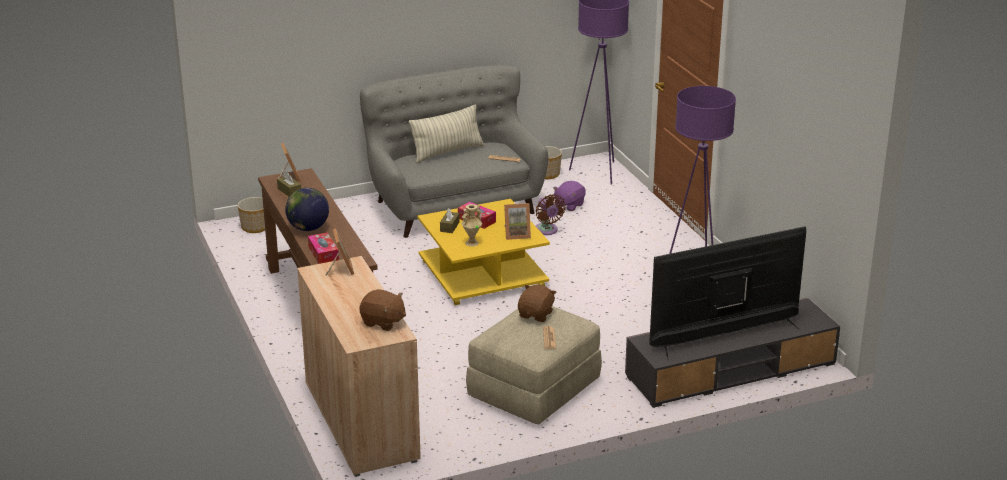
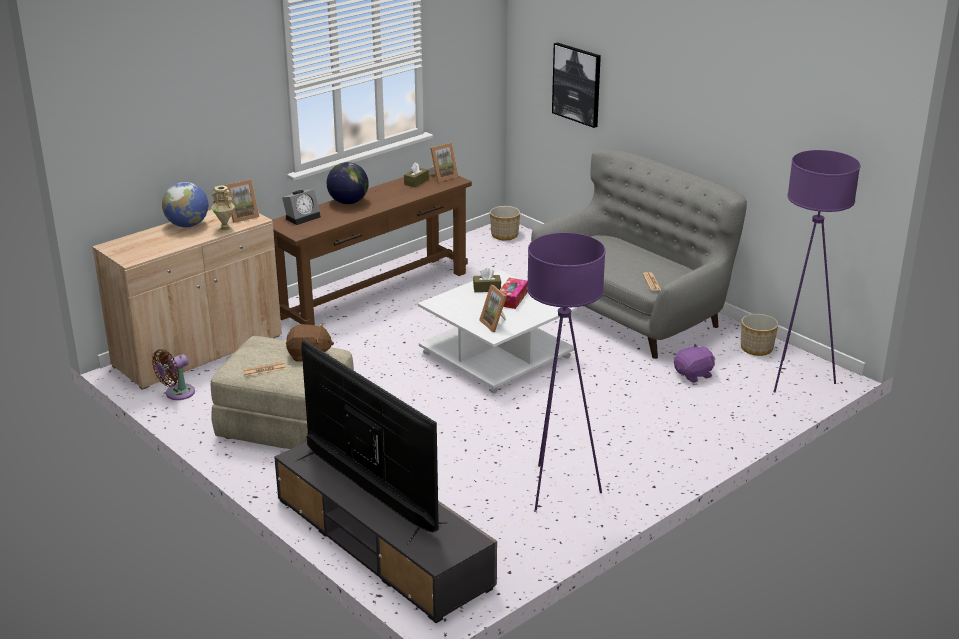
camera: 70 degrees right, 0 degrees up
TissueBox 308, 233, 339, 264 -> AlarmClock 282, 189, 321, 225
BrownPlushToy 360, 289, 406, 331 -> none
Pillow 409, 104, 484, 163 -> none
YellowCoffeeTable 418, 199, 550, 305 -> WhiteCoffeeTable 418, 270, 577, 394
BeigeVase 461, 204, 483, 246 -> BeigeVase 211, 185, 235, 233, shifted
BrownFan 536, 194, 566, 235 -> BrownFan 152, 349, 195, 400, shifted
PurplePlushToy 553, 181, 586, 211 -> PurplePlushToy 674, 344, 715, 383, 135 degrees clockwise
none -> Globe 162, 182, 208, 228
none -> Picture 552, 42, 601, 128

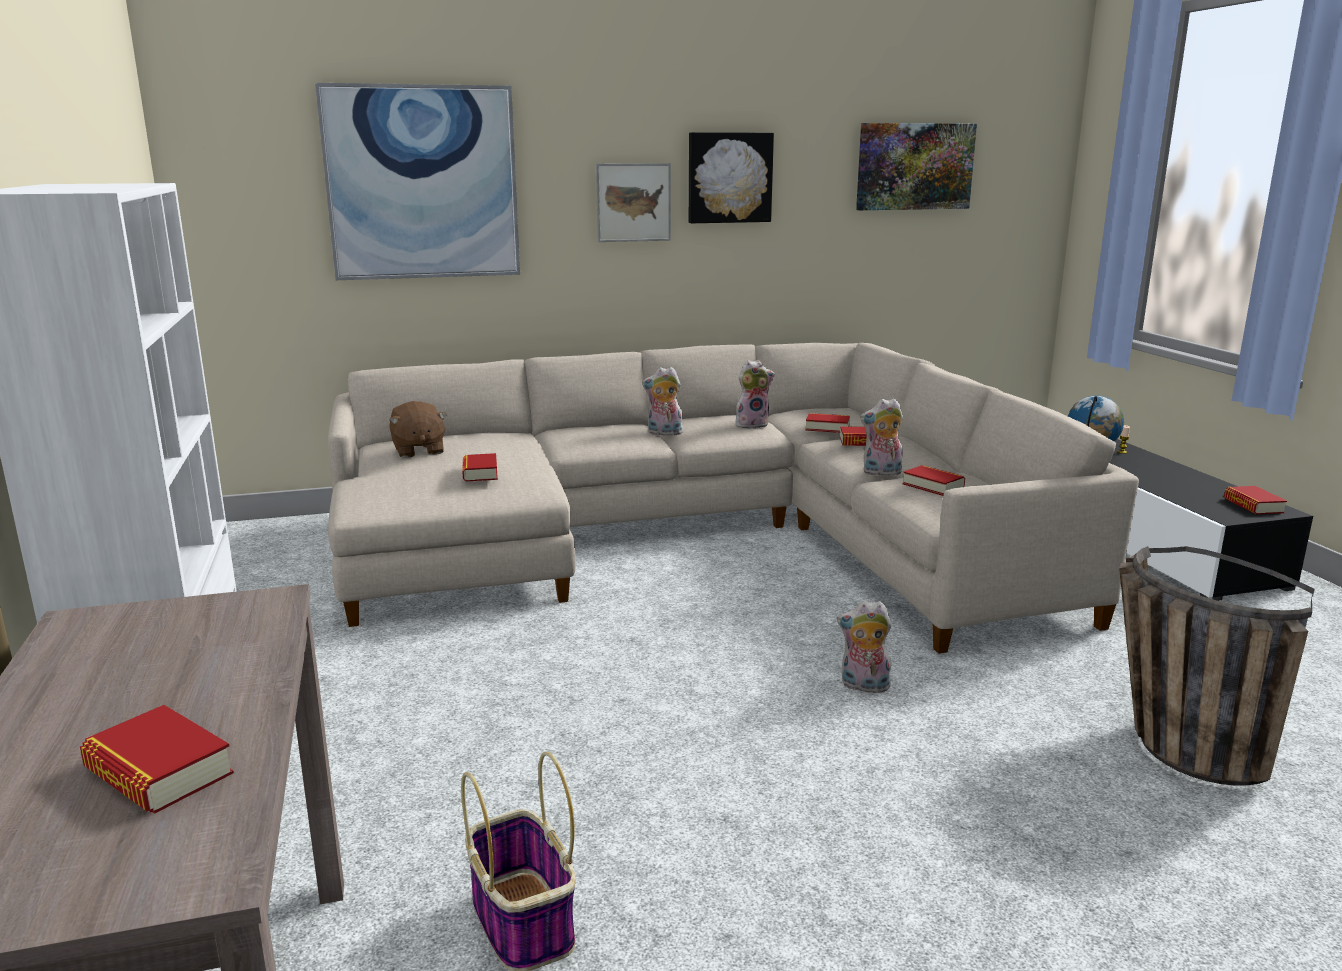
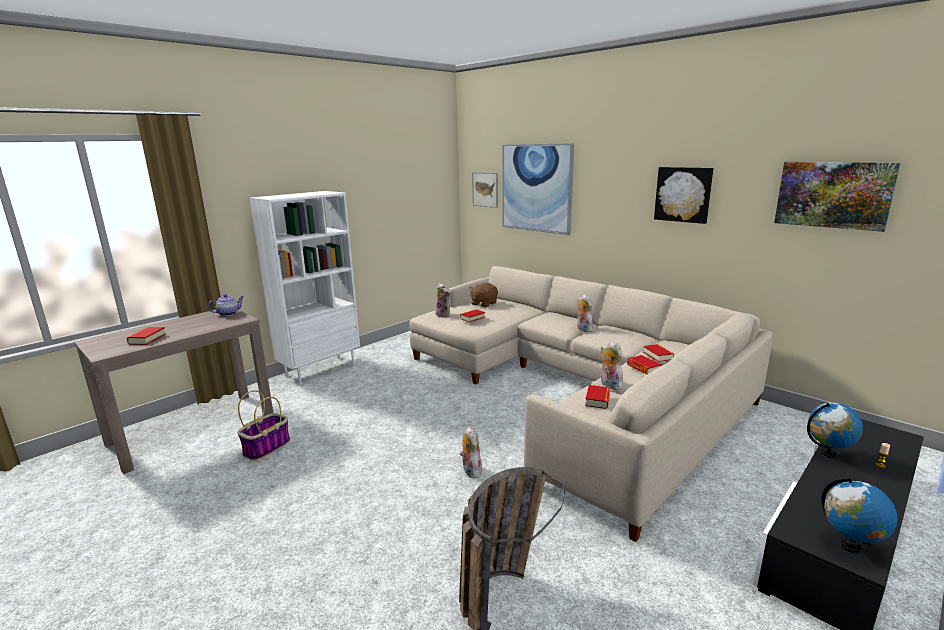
camera: 60 degrees right, 0 degrees up
Picture 596, 163, 671, 242 -> Picture 472, 172, 498, 208, shifted
PlushToy 736, 360, 775, 429 -> PlushToy 435, 283, 450, 318, shifted
Book 1224, 486, 1287, 514 -> Globe 821, 478, 897, 553
none -> Teapot 208, 294, 244, 316

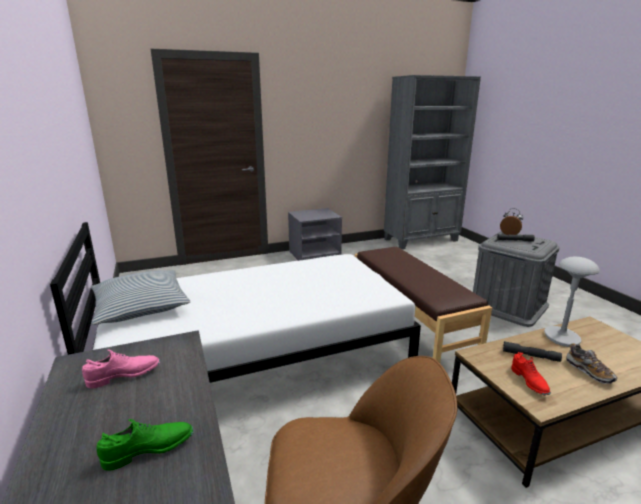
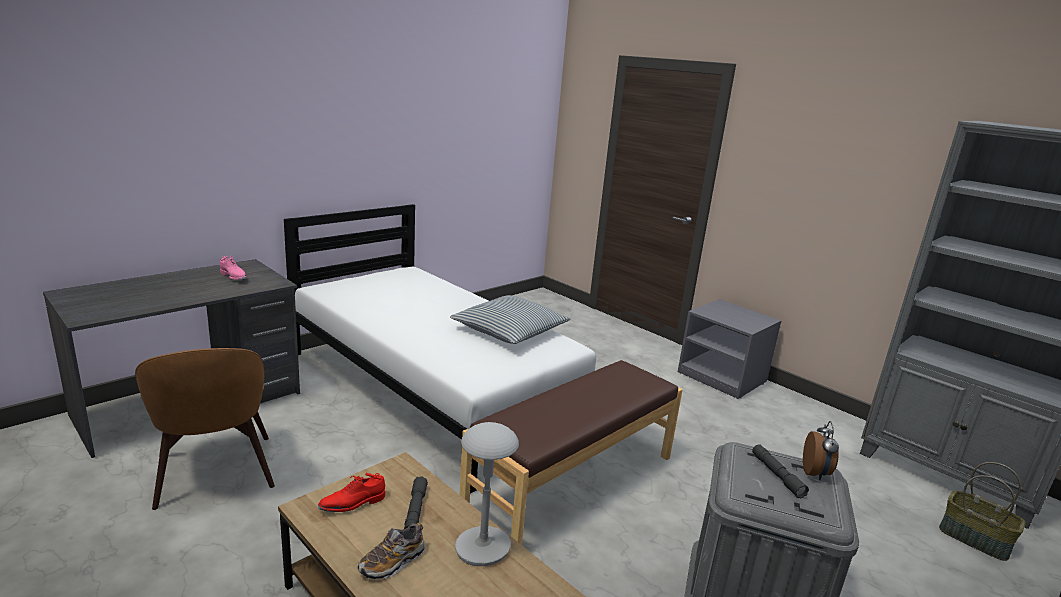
camera: 65 degrees right, 0 degrees up
Pillow 91, 270, 190, 325 -> Pillow 450, 295, 570, 344, shifted
GreenShoe 96, 419, 193, 471 -> none
none -> Basket 939, 462, 1026, 561

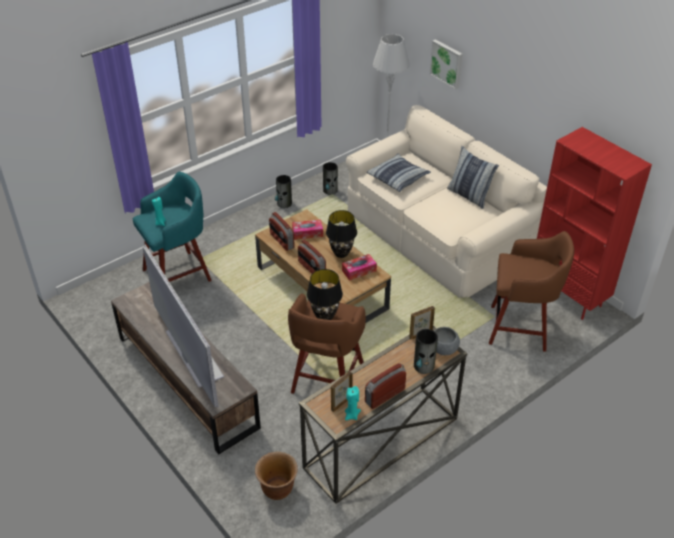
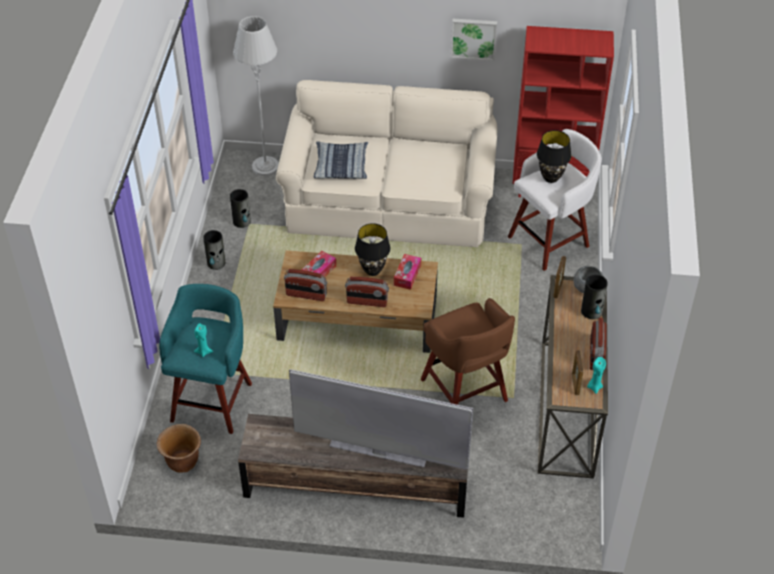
camera: 45 degrees left, 5 degrees up
BrownPlanter 255, 452, 298, 500 -> BrownPlanter 157, 424, 201, 473, shifted
BlackTableLamp 307, 269, 343, 320 -> BlackTableLamp 537, 130, 571, 183, shifted
Picture 429, 39, 462, 90 -> Picture 451, 19, 497, 61, shifted
Pillow 447, 146, 499, 209 -> none
BrownStool 489, 231, 574, 352 -> WhiteStool 508, 129, 602, 271

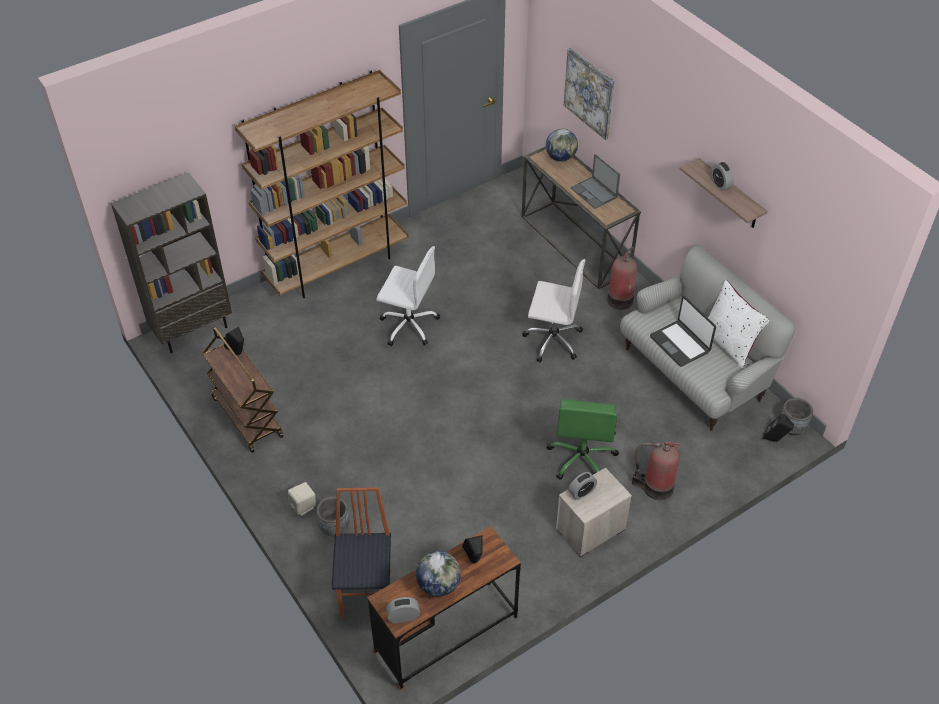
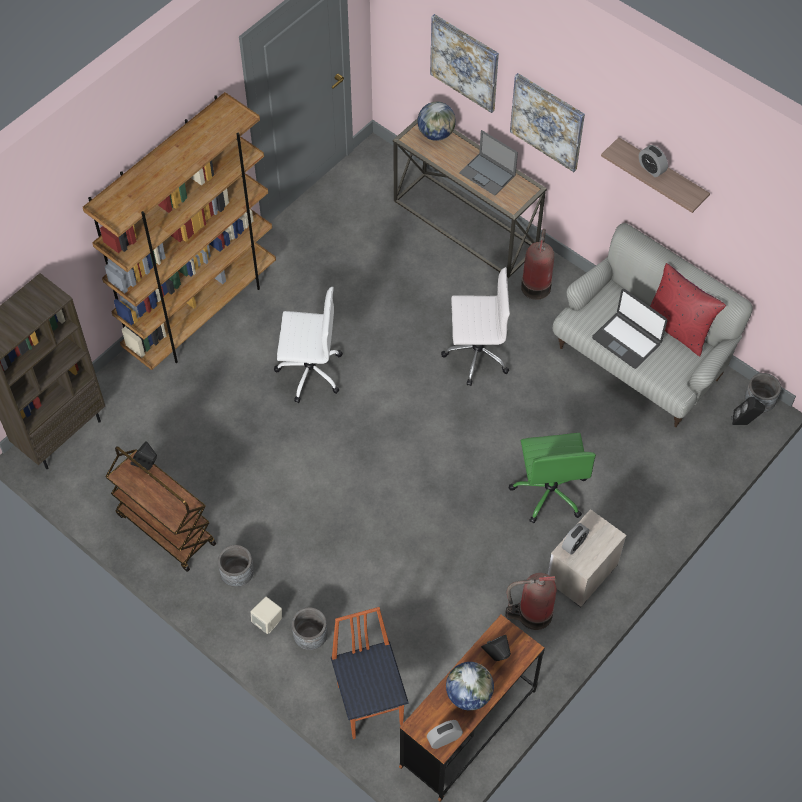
camera: 15 degrees left, 10 degrees up
FireExtinguisher 632, 442, 680, 500 -> FireExtinguisher 505, 573, 556, 630, shifted
WhitePillow 708, 280, 770, 369 -> RedPillow 650, 263, 726, 356
none -> GreyPlanter 218, 545, 254, 587
none -> Picture 510, 73, 585, 172

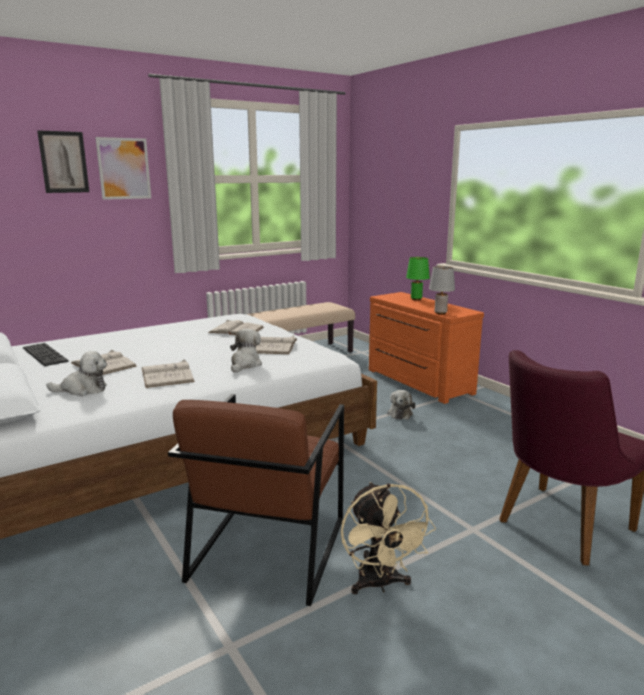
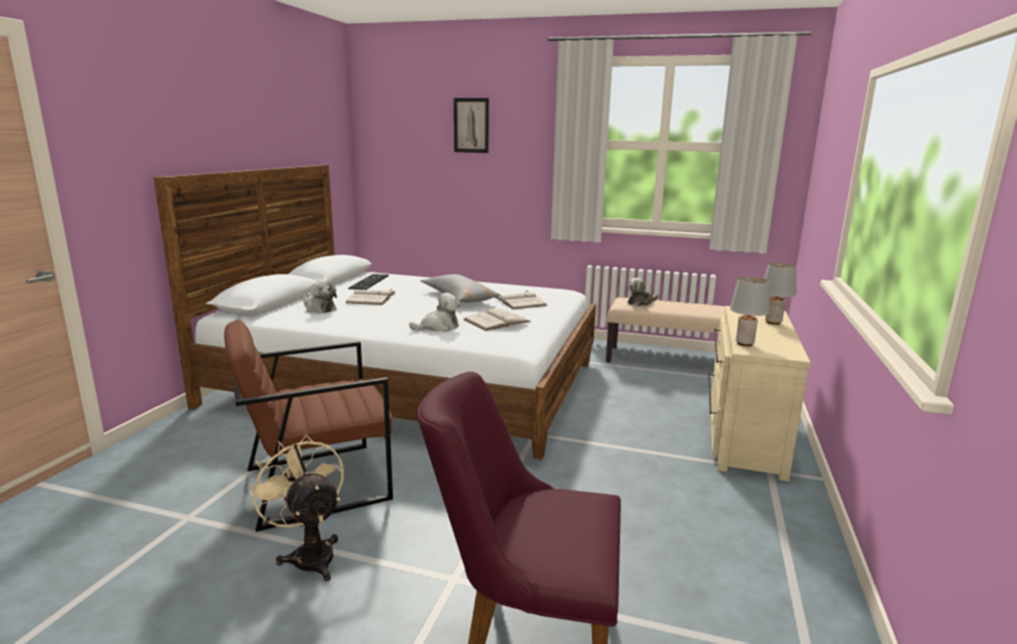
camera: 50 degrees right, 0 degrees up
Picture 95, 137, 151, 200 -> none
WhiteBook 142, 360, 195, 388 -> none
BeigeFan 341, 482, 436, 594 -> BeigeFan 248, 435, 344, 581, 105 degrees clockwise
OrangeDresser 369, 292, 484, 404 -> BeigeDresser 708, 306, 811, 481
PlushToy 387, 390, 415, 419 -> PlushToy 628, 278, 658, 306, shifted
GreenTableLamp 406, 257, 430, 300 -> GreyTableLamp 764, 263, 797, 325
none -> GreyPillow 420, 274, 500, 302

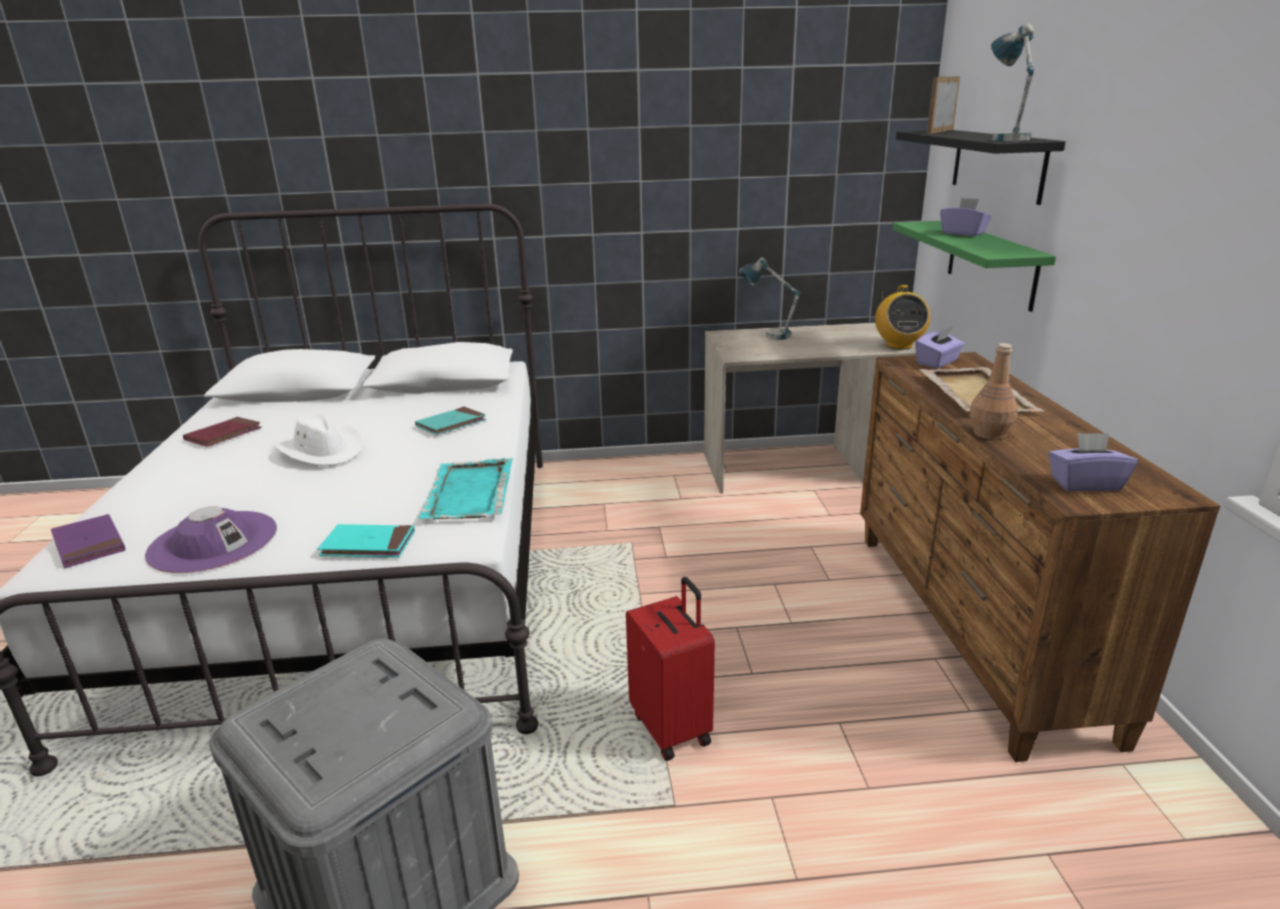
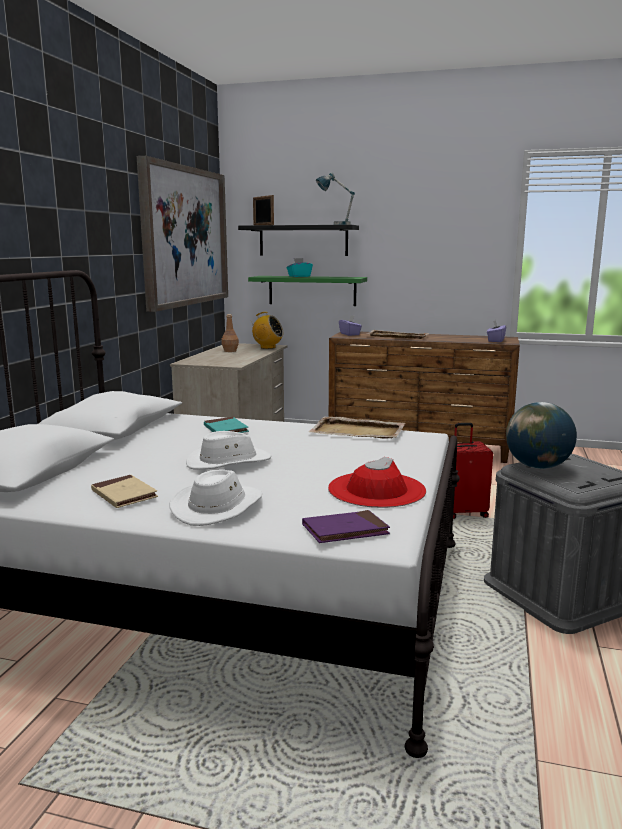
camera: 70 degrees left, 10 degrees down
PurpleHat 145, 506, 277, 573 -> RedHat 328, 457, 426, 508
RedBook 183, 417, 262, 447 -> BeigeBook 91, 475, 158, 508
TurquoiseBook 318, 524, 415, 558 -> none
TurquoiseTray 418, 458, 513, 519 -> BeigeTray 309, 417, 406, 438
TableLamp 739, 257, 800, 340 -> none
PurpleTissueBox 940, 198, 992, 236 -> TurquoiseTissueBox 287, 258, 313, 277
BrownBottle 970, 343, 1018, 440 -> BrownBottle 221, 314, 239, 352, shifted
none -> Picture 137, 156, 228, 312
none -> WhiteHat 169, 469, 262, 526
none -> Globe 506, 402, 577, 469

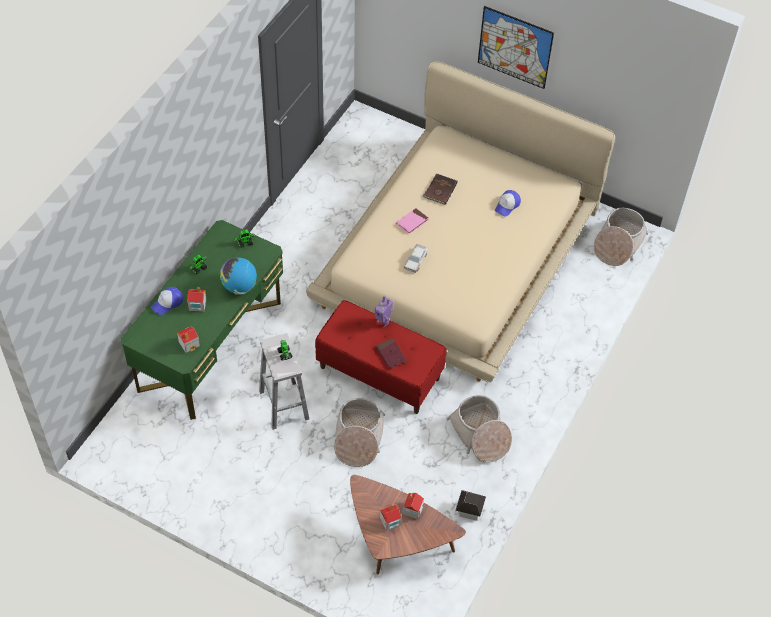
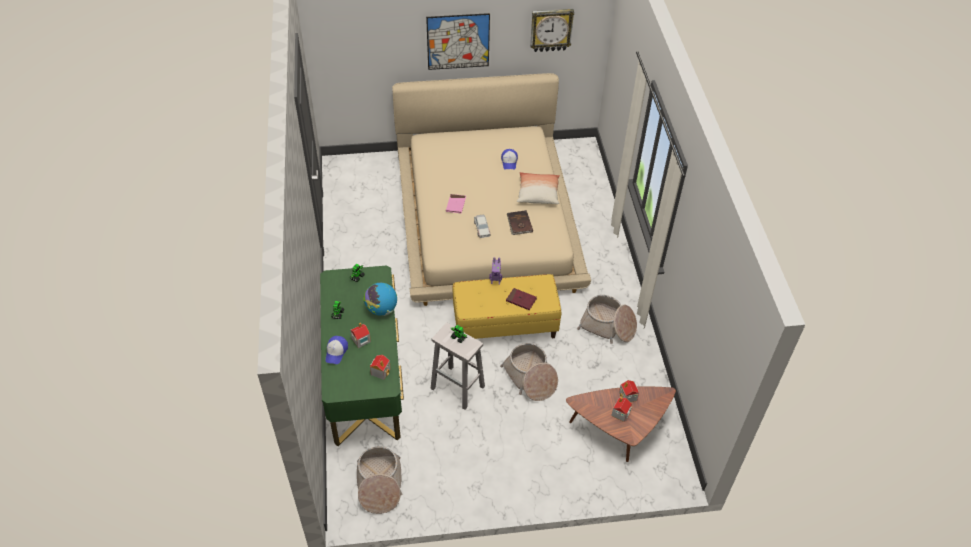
camera: 35 degrees left, 5 degrees down
RedBench 315, 300, 447, 414 -> YellowBench 452, 274, 561, 339
BrownBook 422, 174, 458, 205 -> BrownBook 507, 210, 533, 235, shifted
ToyHouse 456, 490, 486, 521 -> none
Basket 594, 208, 648, 266 -> Basket 357, 447, 402, 514, shifted
none -> Pillow 517, 172, 560, 204
none -> WallClock 530, 9, 574, 52

